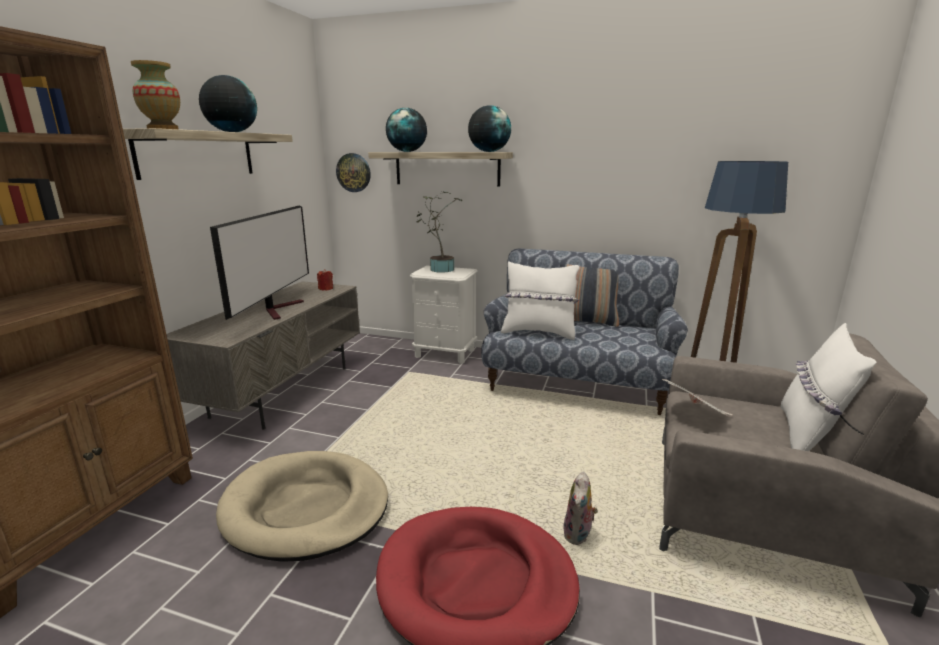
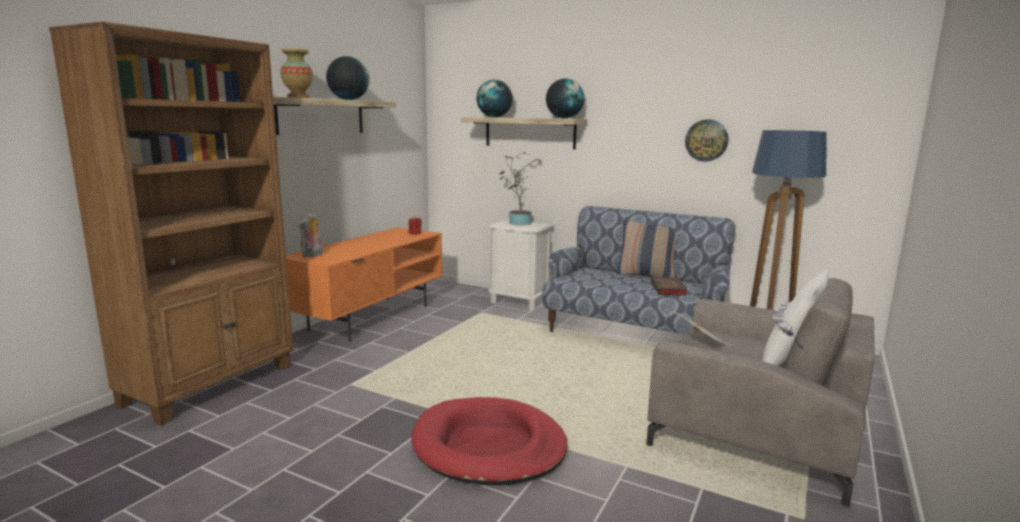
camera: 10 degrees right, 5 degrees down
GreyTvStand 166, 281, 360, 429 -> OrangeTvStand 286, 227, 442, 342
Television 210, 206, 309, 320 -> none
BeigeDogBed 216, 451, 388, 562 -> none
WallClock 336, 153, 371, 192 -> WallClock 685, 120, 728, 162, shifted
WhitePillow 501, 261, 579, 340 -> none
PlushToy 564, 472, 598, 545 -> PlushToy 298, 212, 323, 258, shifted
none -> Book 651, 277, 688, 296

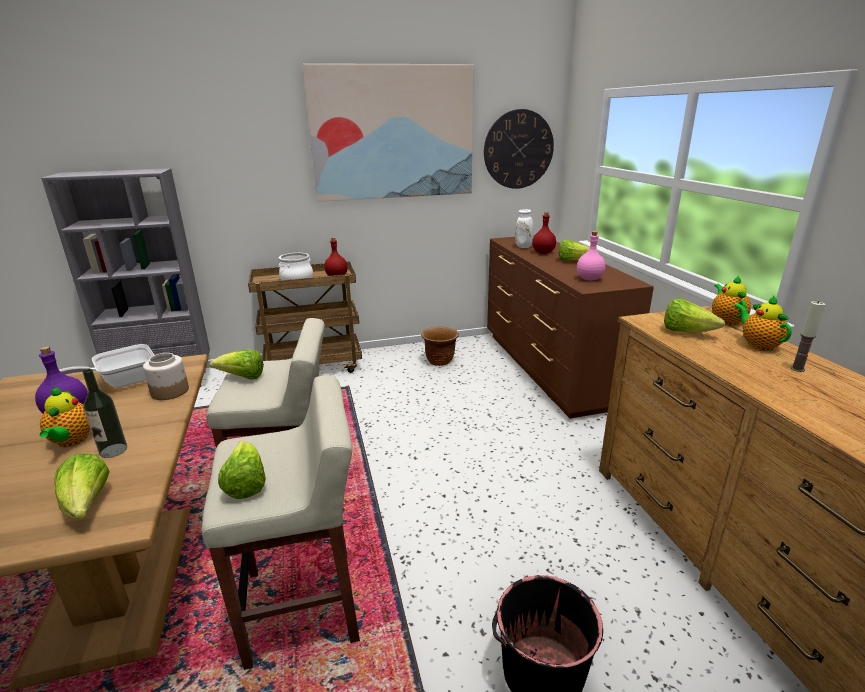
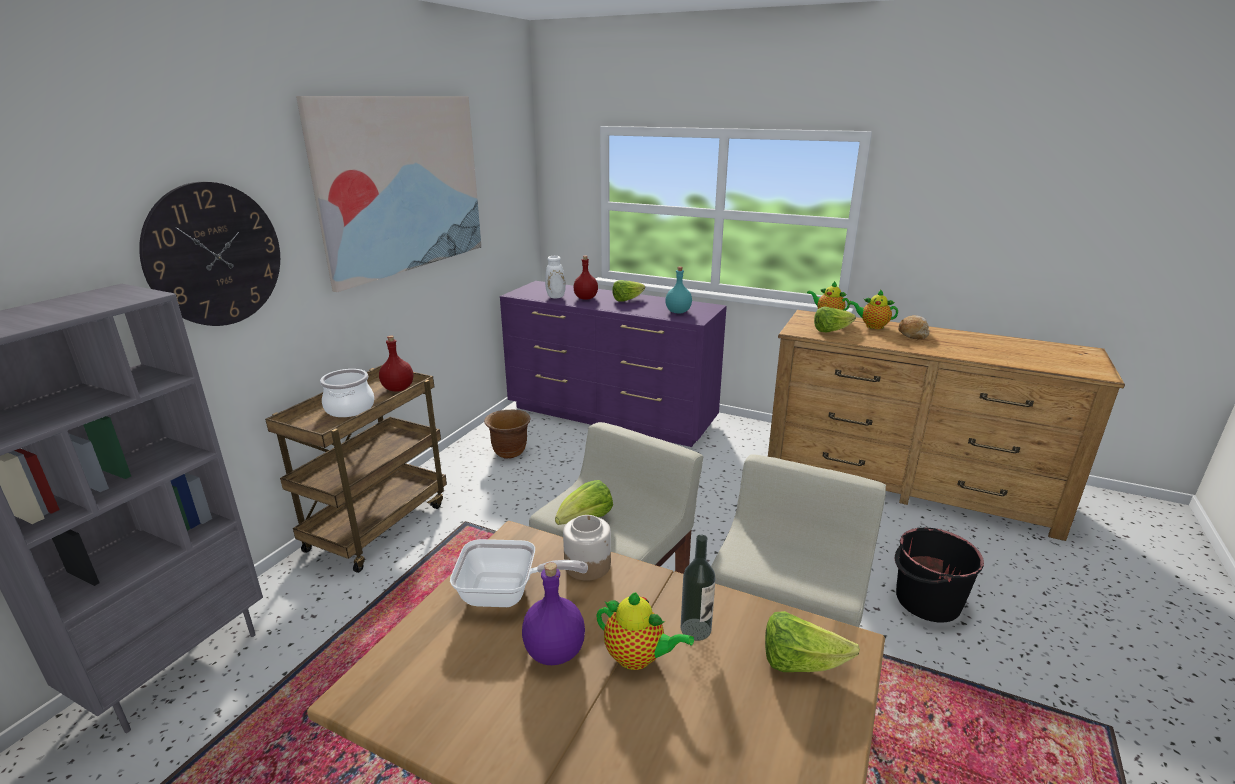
camera: 50 degrees left, 0 degrees up
FryingPan 59, 344, 154, 388 -> FryingPan 450, 539, 588, 607, 90 degrees counterclockwise
Lettuce 218, 441, 266, 499 -> none
WallClock 484, 109, 554, 189 -> WallClock 139, 182, 280, 326, shifted
BrownDresser 487, 237, 654, 419 -> PurpleDresser 500, 281, 727, 447
PinkBottle 577, 231, 606, 280 -> TurquoiseBottle 665, 267, 692, 314
Candle 791, 301, 825, 372 -> Bread 898, 315, 929, 340

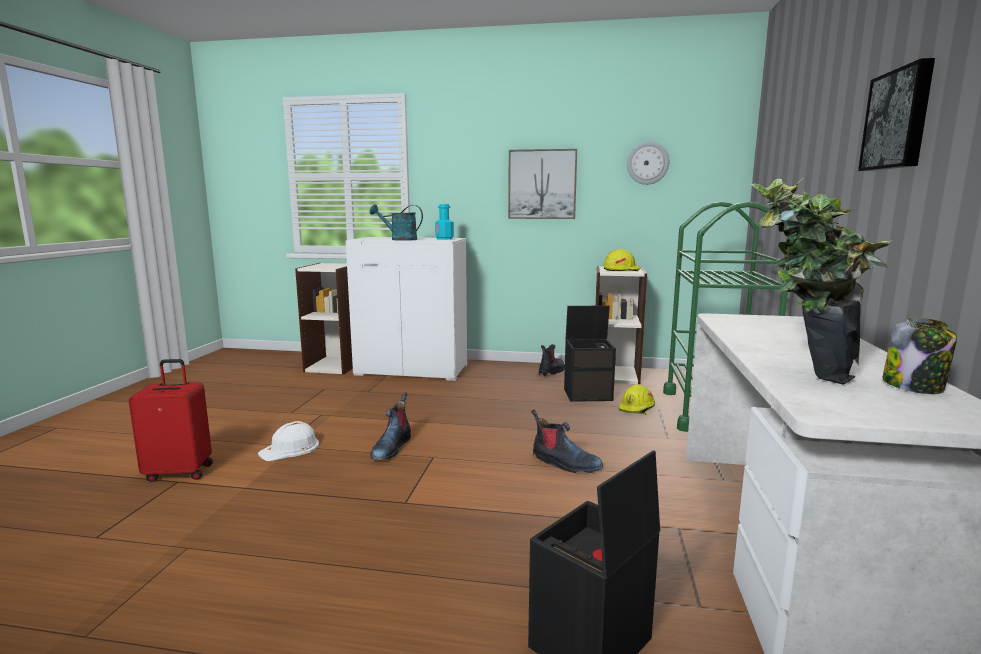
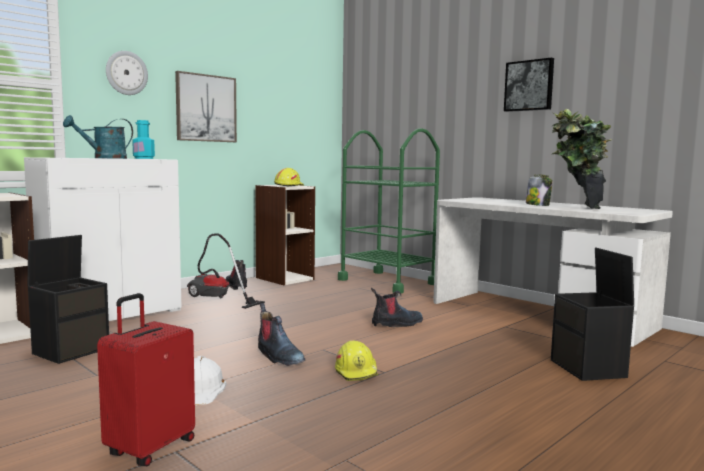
camera: 55 degrees left, 5 degrees down
BlackStorageBox 564, 305, 616, 402 -> BlackStorageBox 28, 235, 109, 364, shifted
YellowHardHat 619, 384, 655, 415 -> YellowHardHat 335, 340, 379, 381, shifted
WallClock 627, 142, 669, 185 -> WallClock 106, 51, 148, 95, shifted
Jar 883, 317, 957, 394 -> Jar 525, 174, 553, 206, shifted
none -> VacuumCleaner 187, 233, 265, 309

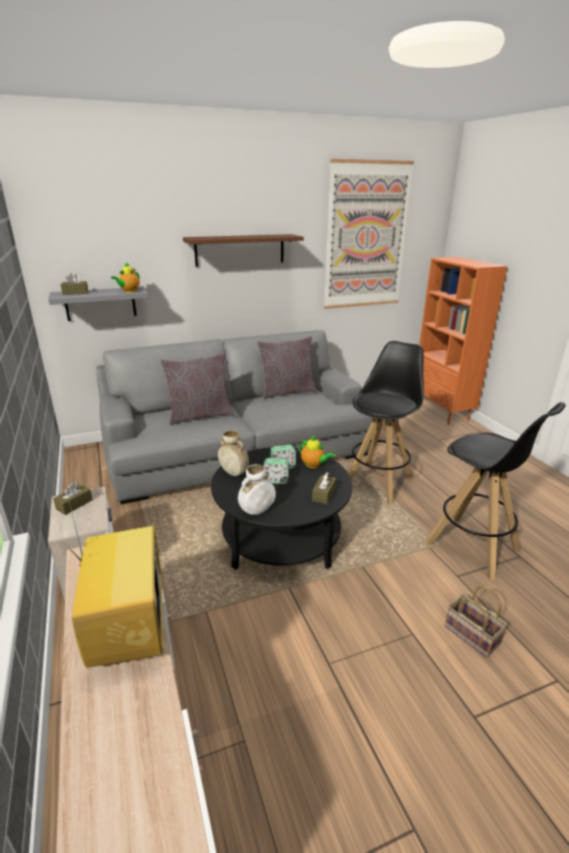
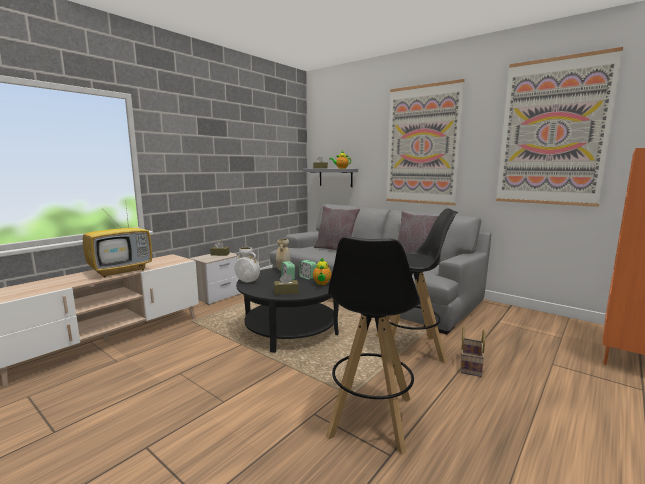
camera: 60 degrees right, 15 degrees down
BrownShelf 183, 234, 304, 267 -> Picture 386, 79, 465, 205
Basket 445, 586, 508, 658 -> Basket 461, 326, 485, 377, shifted

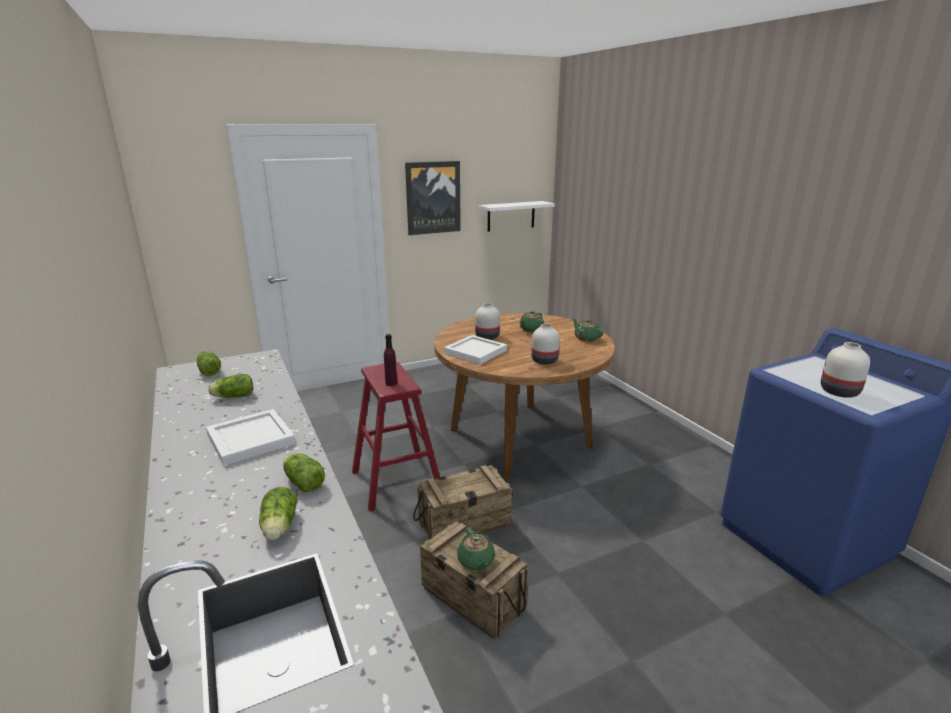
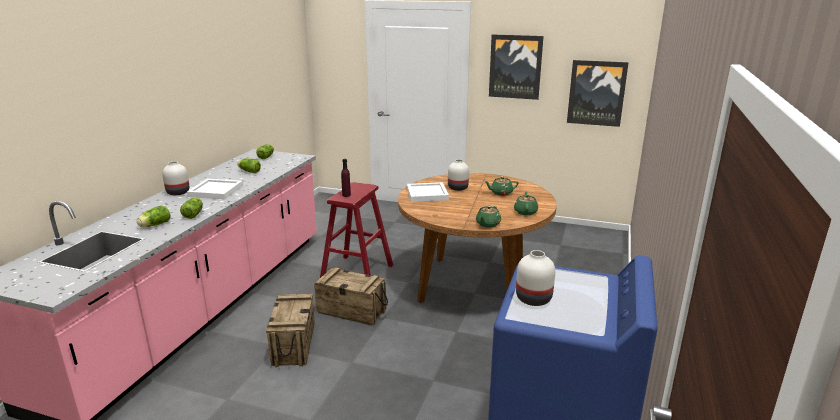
camera: 45 degrees right, 0 degrees up
GreenTeapot 457, 527, 495, 570 -> GreenTeapot 476, 205, 501, 228, shifted
WhiteShelf 479, 201, 555, 232 -> Picture 567, 60, 629, 127
WhiteVase 531, 323, 560, 365 -> WhiteVase 162, 161, 189, 196, shifted

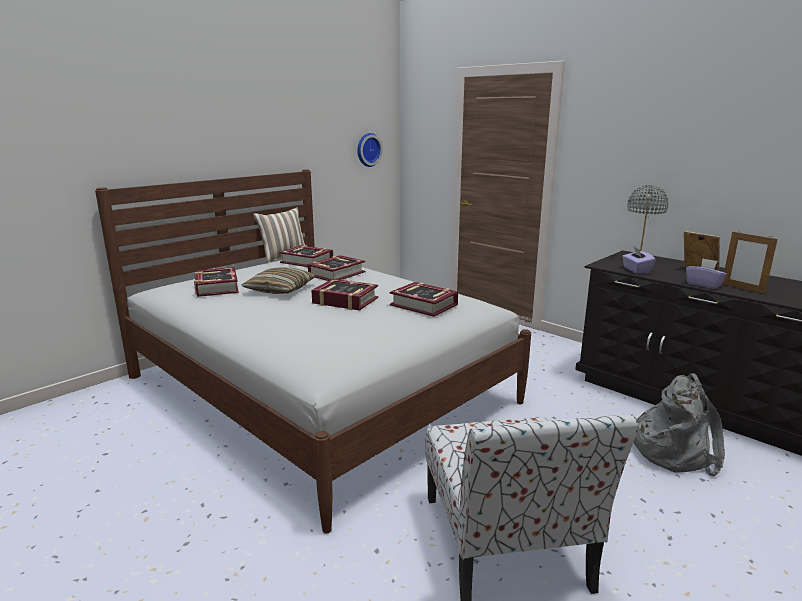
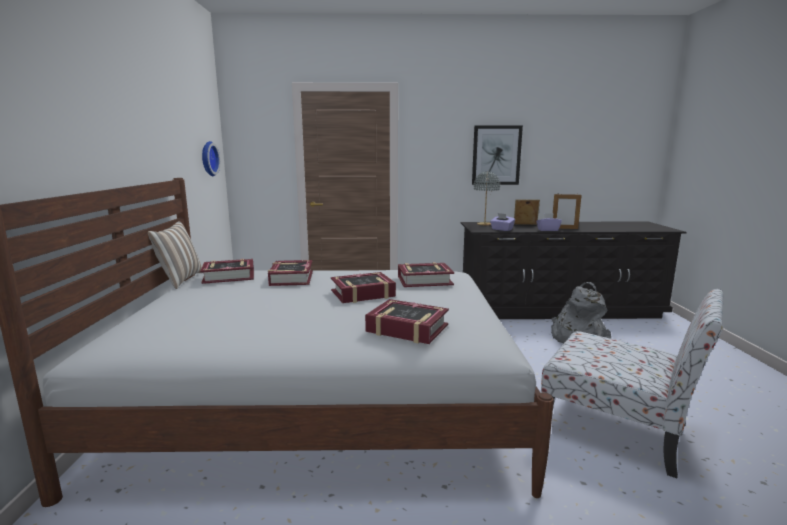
camera: 45 degrees left, 5 degrees down
Book 194, 267, 239, 297 -> Book 365, 299, 449, 344, shifted
Pillow 241, 267, 316, 294 -> none
none -> Picture 472, 125, 523, 185

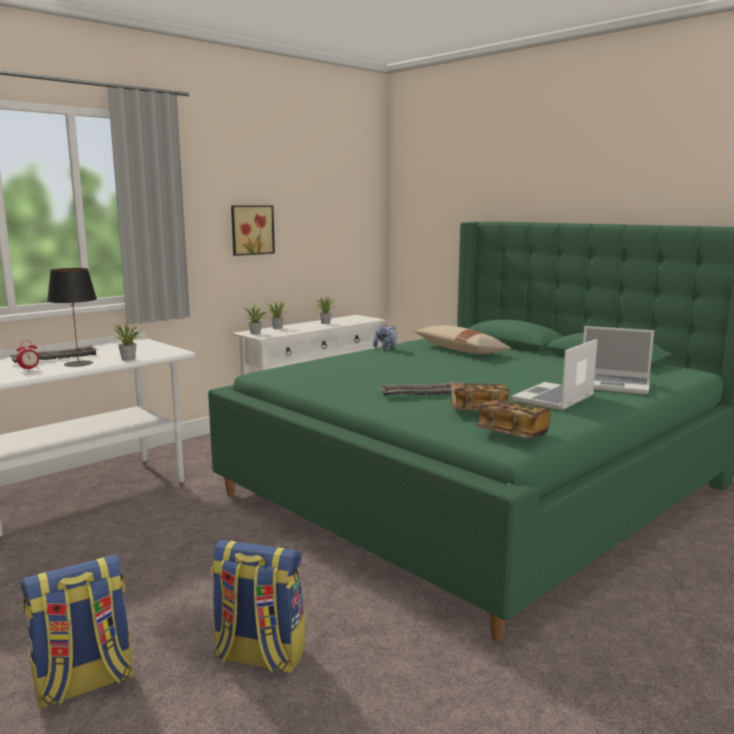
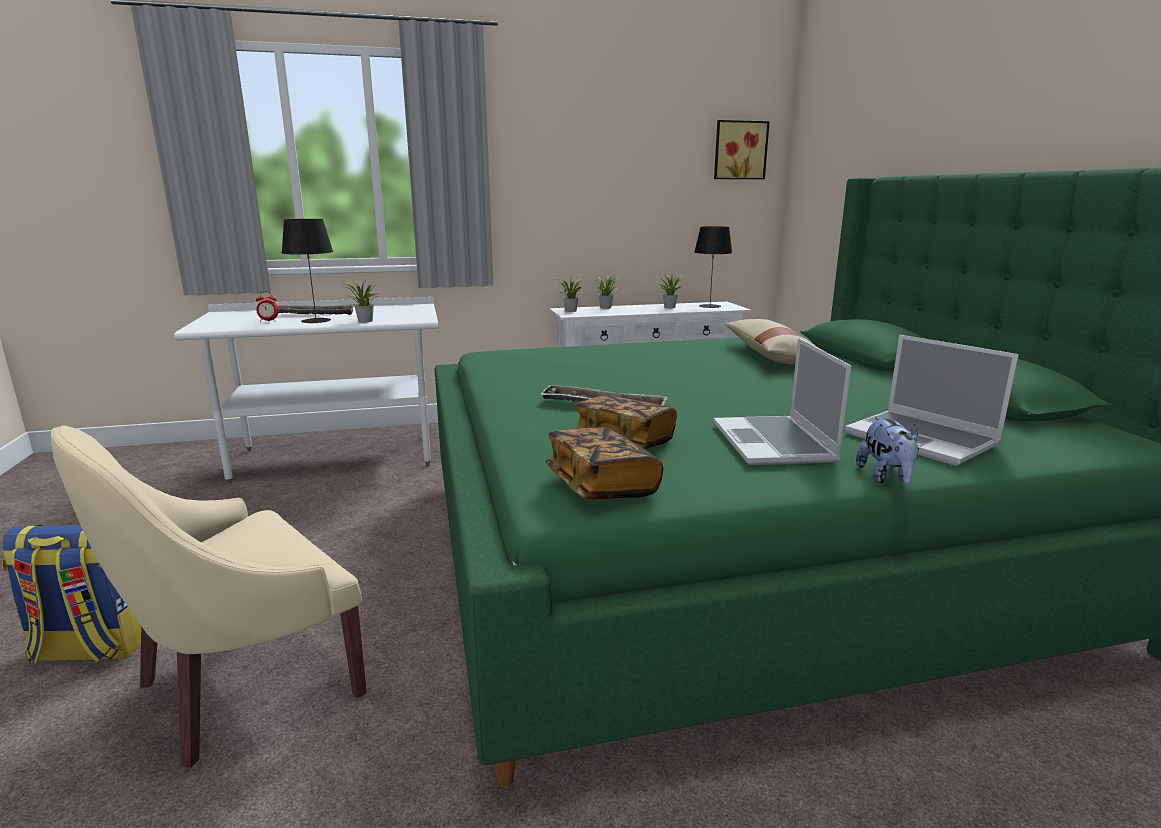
camera: 30 degrees right, 5 degrees up
Backpack 211, 540, 305, 673 -> BeigeArmchair 51, 425, 367, 768
Picture 231, 205, 275, 256 -> Picture 714, 120, 770, 179, shifted
PlushToy 373, 325, 397, 351 -> PlushToy 856, 417, 919, 485, shifted
Laptop 511, 339, 597, 410 -> Laptop 714, 338, 851, 465, 75 degrees counterclockwise
none -> BlackTableLamp 694, 226, 733, 308

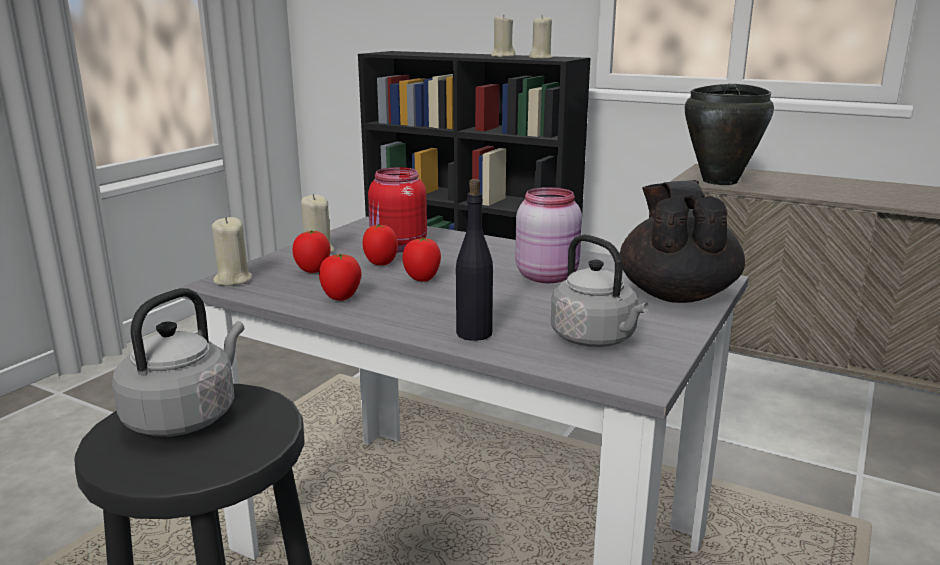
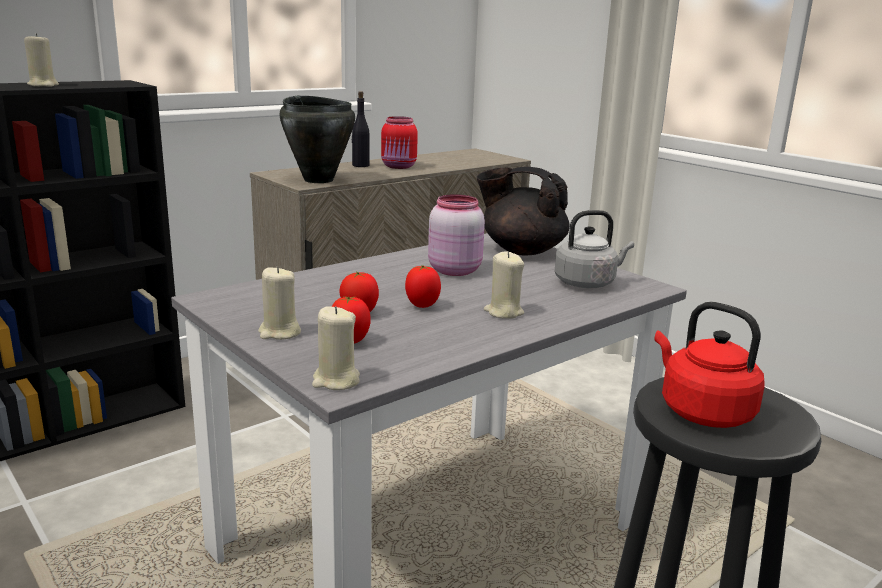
camera: 70 degrees left, 0 degrees up
GreyKettle 112, 288, 244, 437 -> RedKettle 654, 302, 765, 428
Tomato 319, 254, 362, 301 -> none
RedJar 368, 167, 427, 252 -> RedJar 381, 116, 418, 169, shifted
BlackBottle 456, 179, 493, 341 -> BlackBottle 352, 91, 369, 167, shifted
BeigeCandle 529, 15, 553, 59 -> BeigeCandle 484, 251, 524, 318, shifted

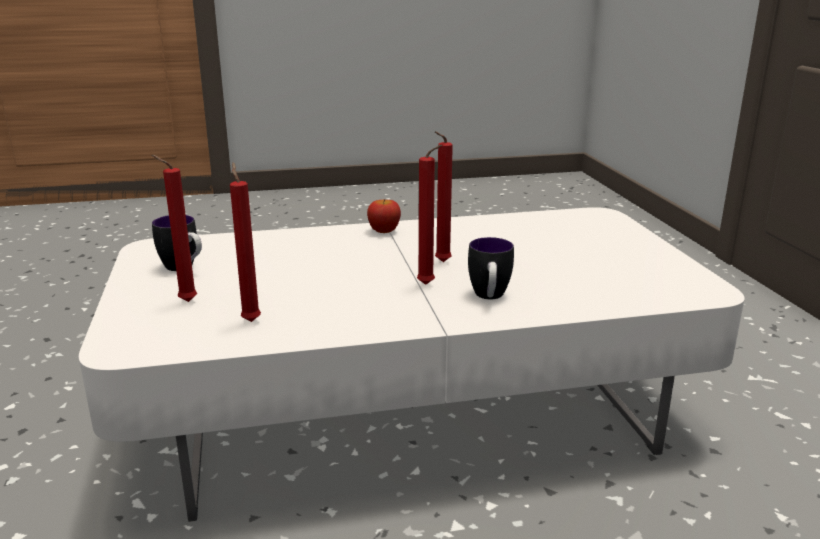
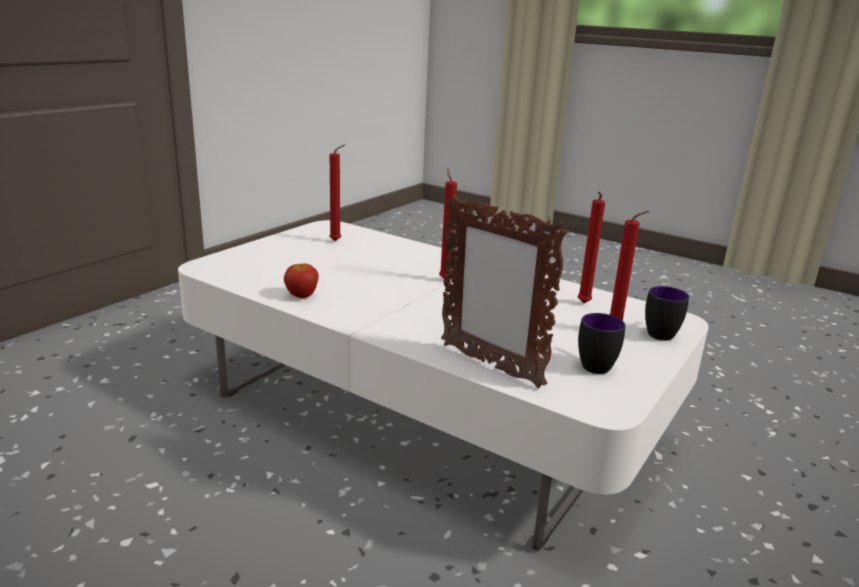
camera: 135 degrees left, 0 degrees up
Apple 367, 200, 401, 233 -> Apple 284, 263, 319, 298, shifted
RedCandle 435, 132, 453, 262 -> RedCandle 329, 144, 345, 241, shifted
Mug 468, 237, 514, 299 -> Mug 645, 286, 689, 341, shifted
none -> PictureFrame 441, 195, 568, 388

